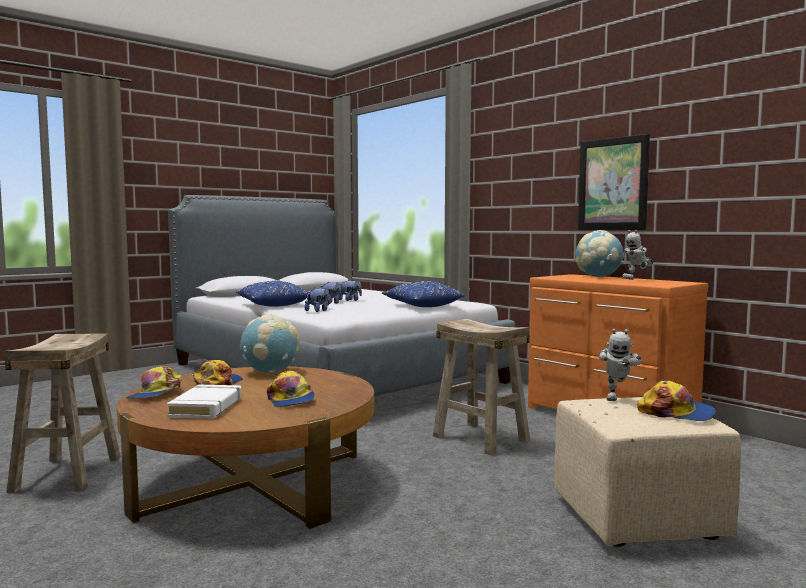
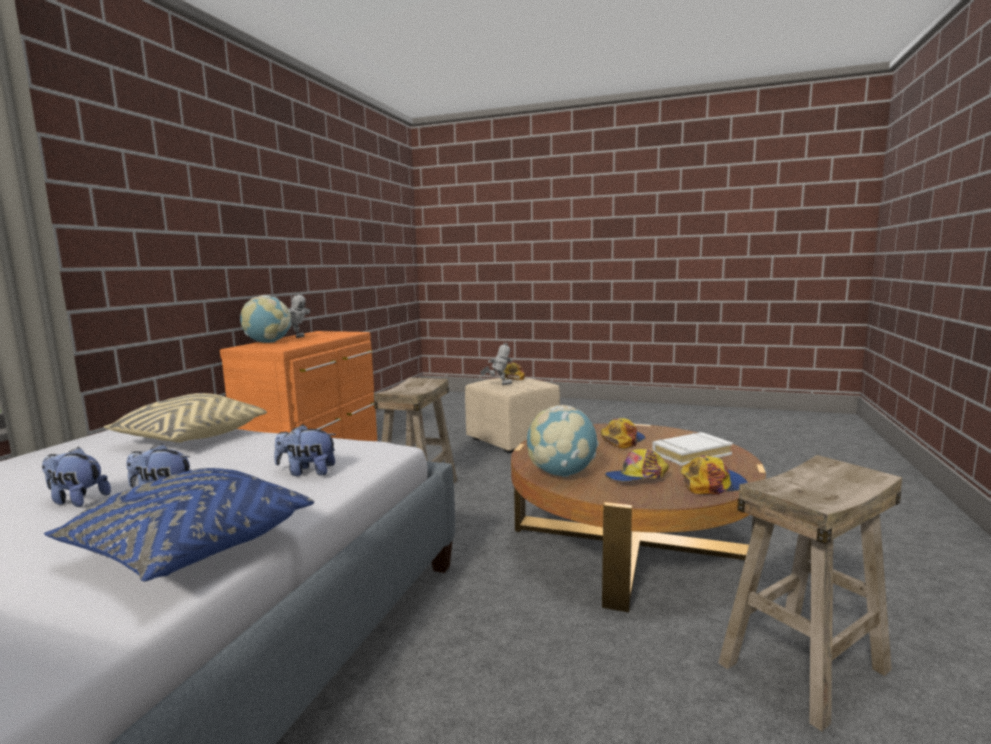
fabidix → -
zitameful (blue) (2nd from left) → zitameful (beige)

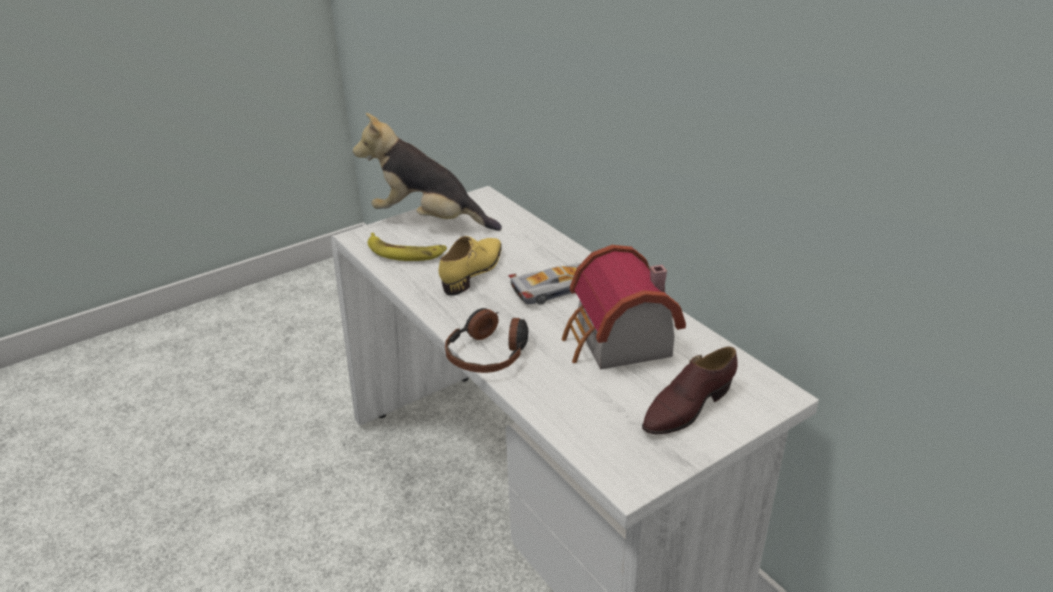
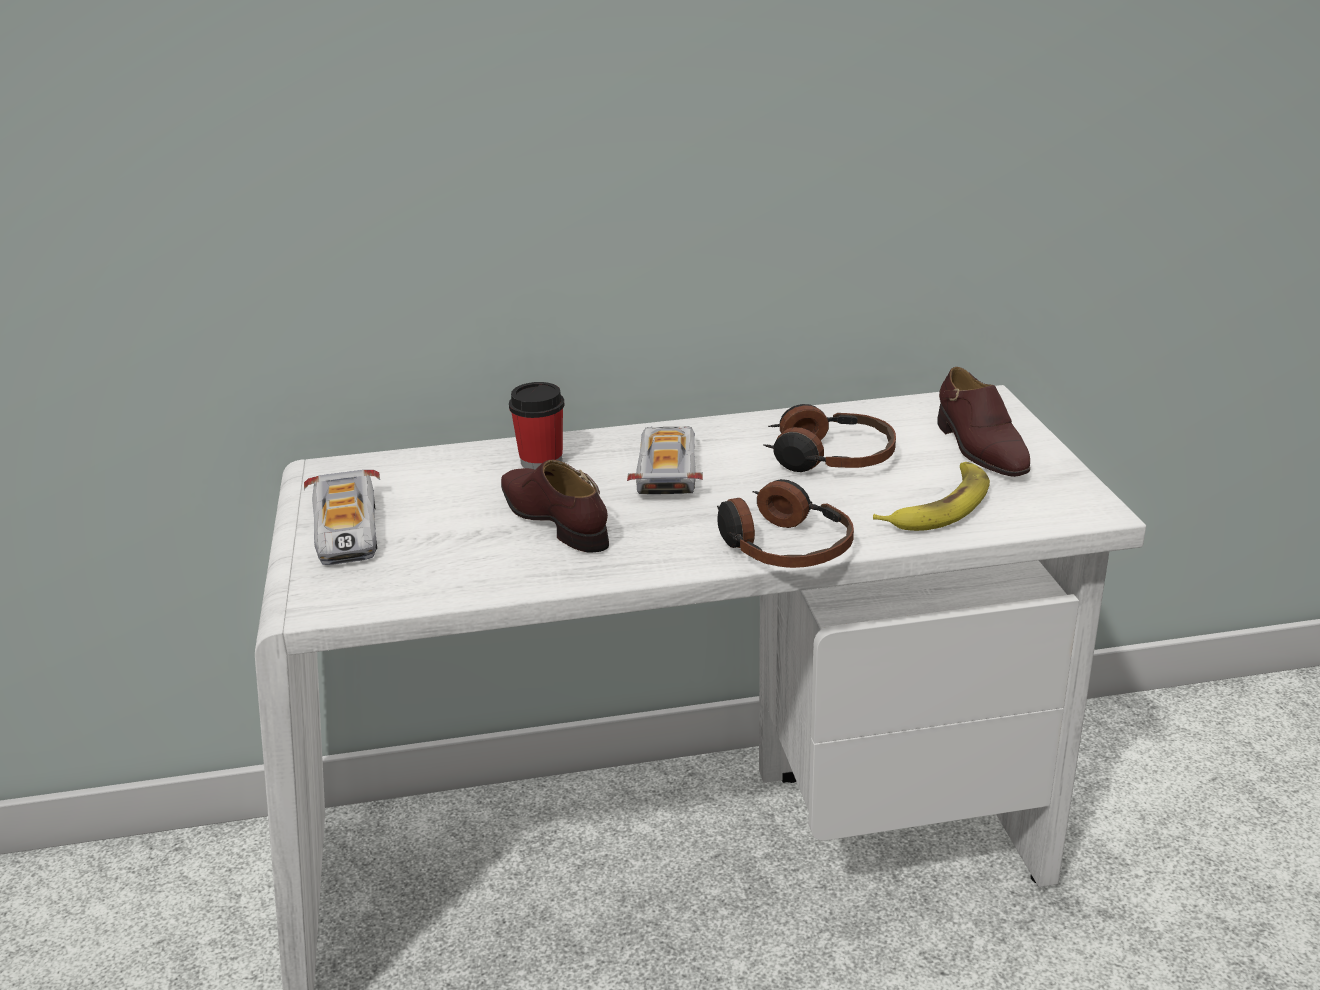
- → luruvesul
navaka, moved
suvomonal → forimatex (1st from left)
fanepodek → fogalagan (2nd from left)
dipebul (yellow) → dipebul (brown) (1st from left)

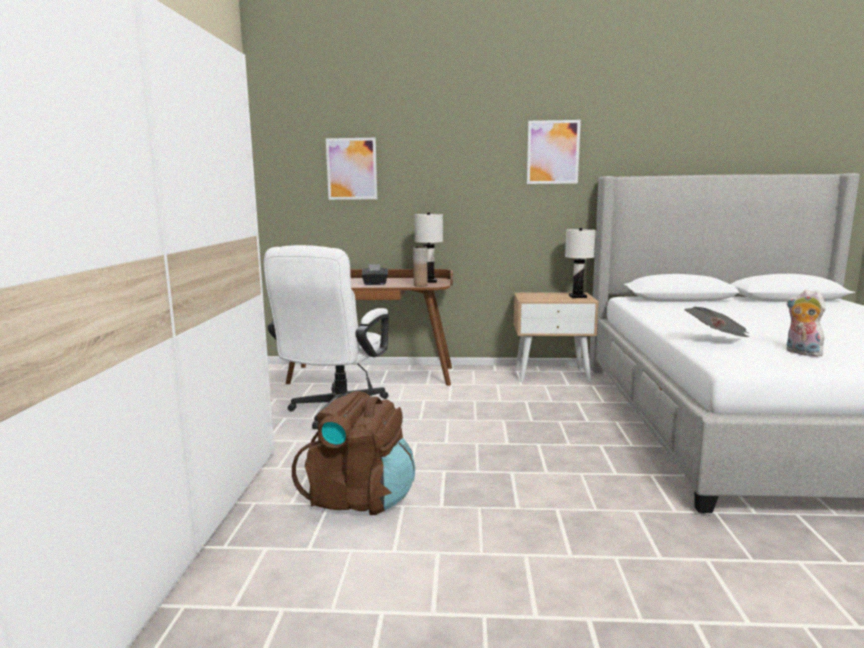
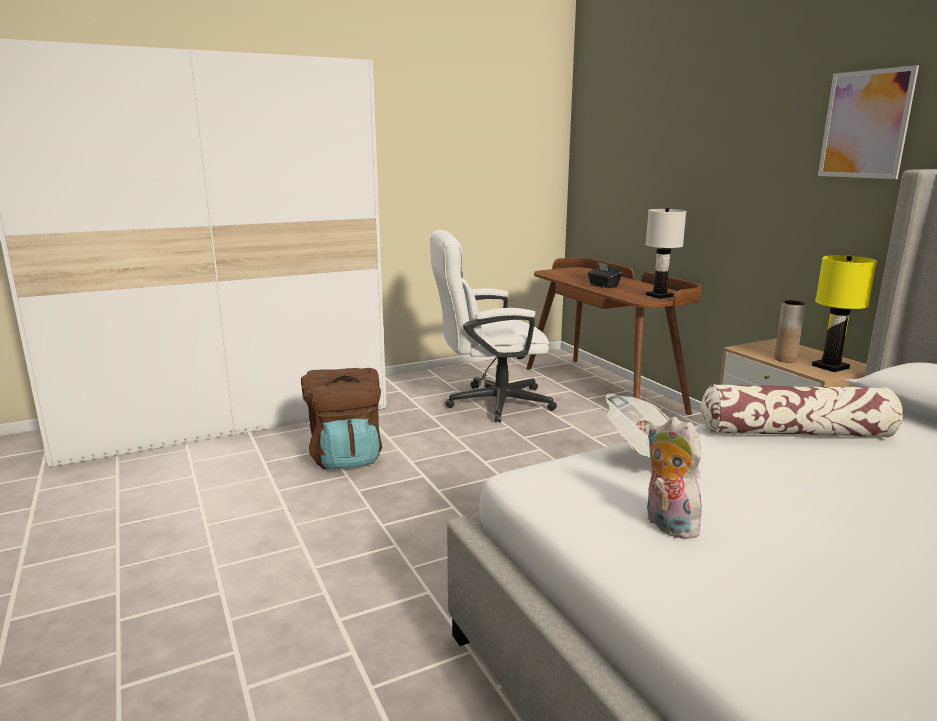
fabidix (1st from left) → -
- → zitameful
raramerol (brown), moved
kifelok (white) (2nd from left) → kifelok (yellow)
suvomonal, 60 degrees counterclockwise

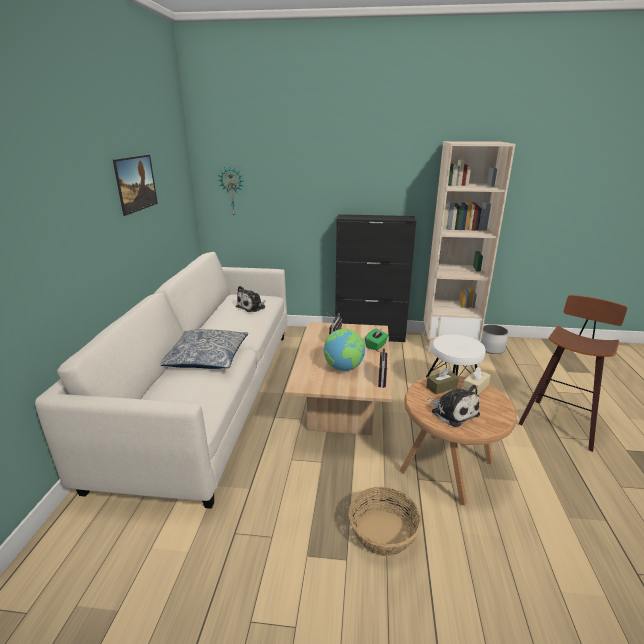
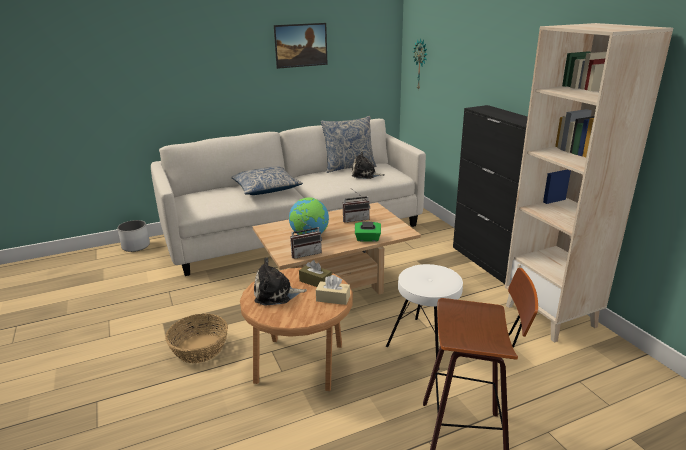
- → zitameful (2nd from left)
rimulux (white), moved
suvomonal (2nd from left in the first image) → suvomonal (1st from left), 60 degrees clockwise

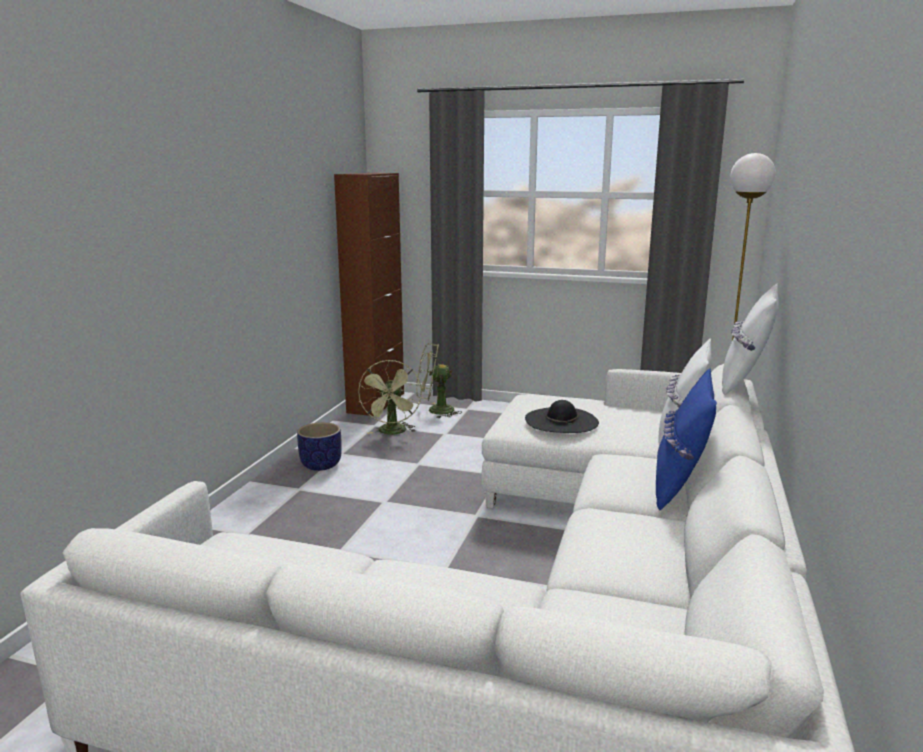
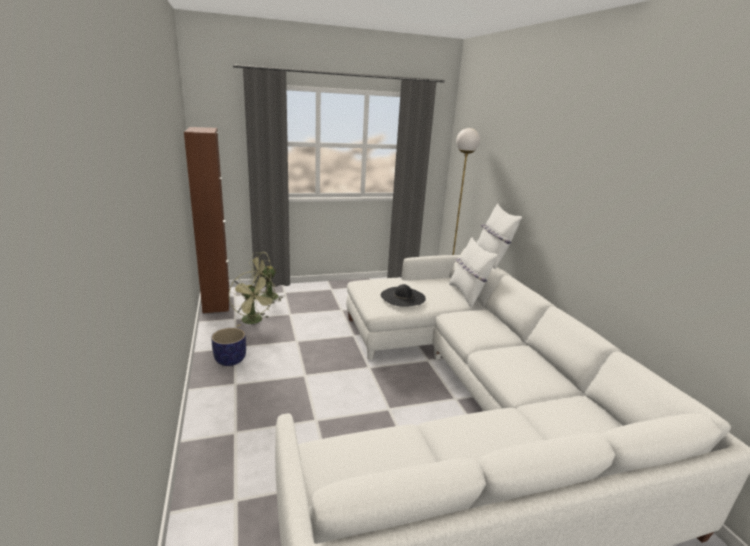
zitameful (blue) → -

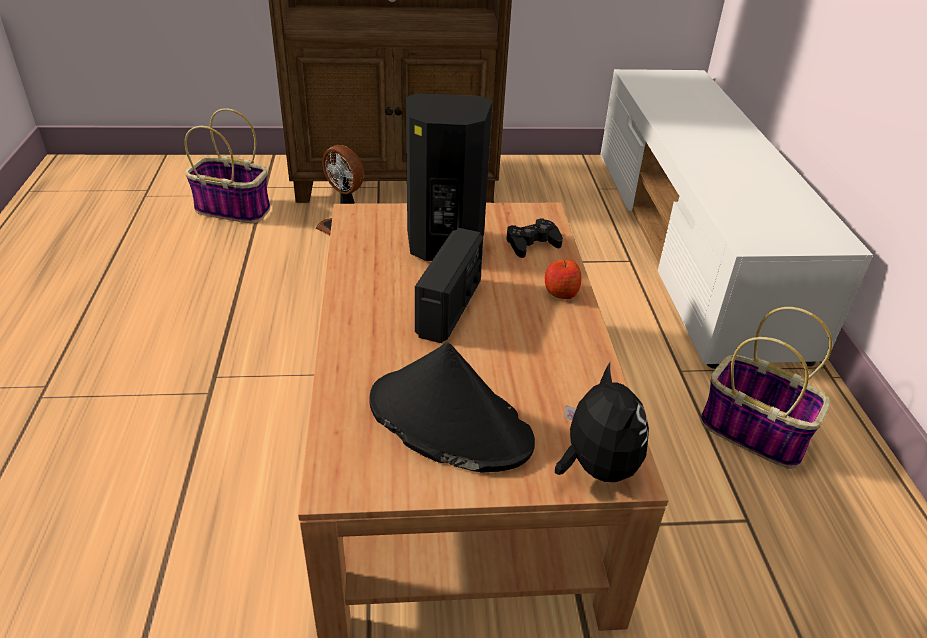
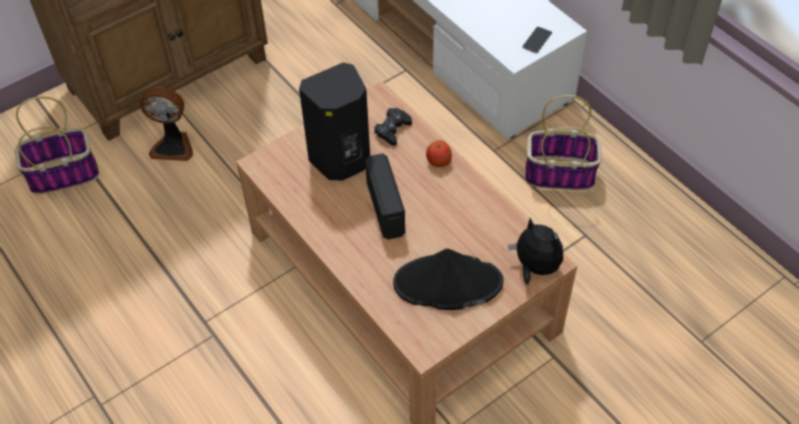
- → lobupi

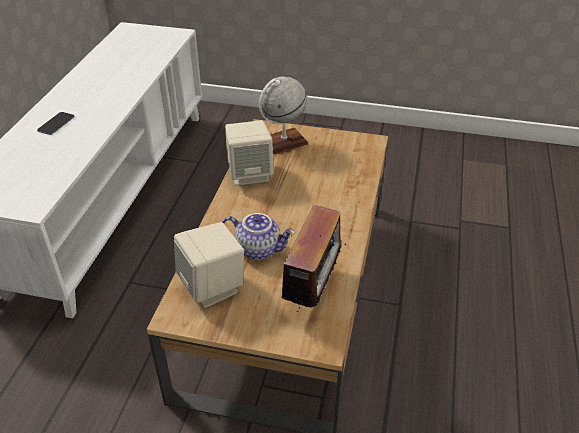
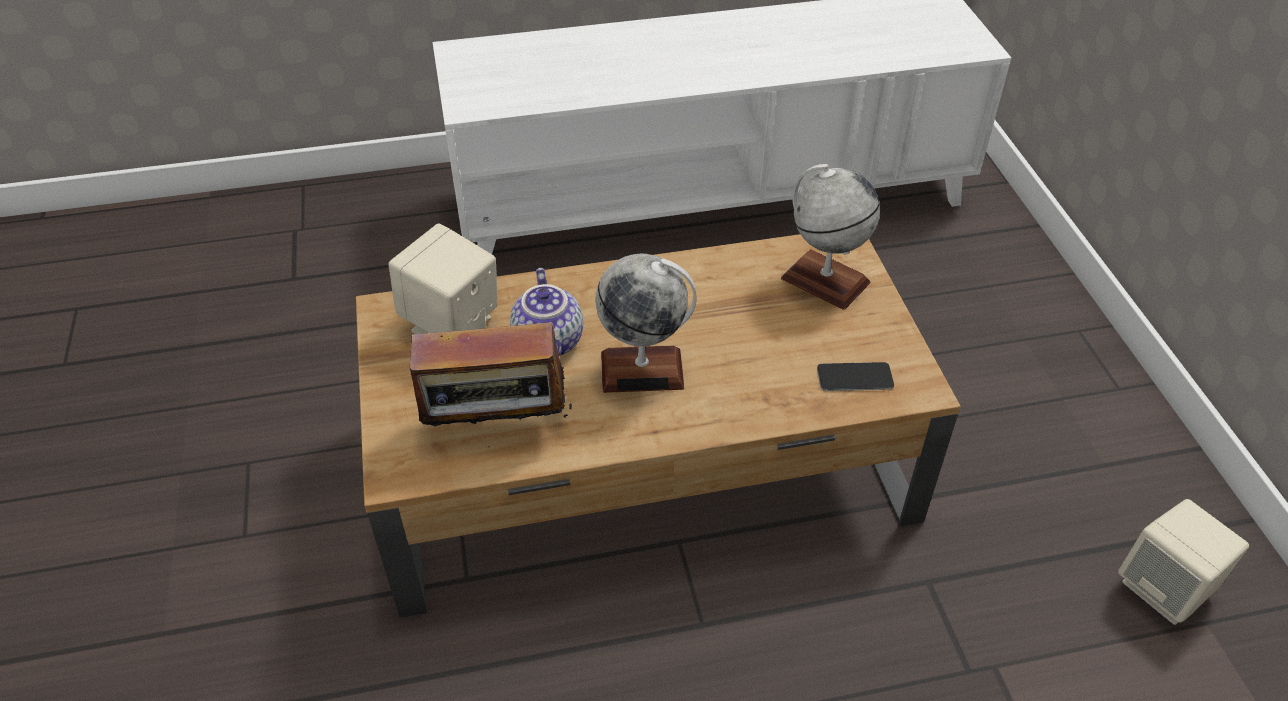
- → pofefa (1st from left)
lobupi, moved
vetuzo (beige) (2nd from left), moved

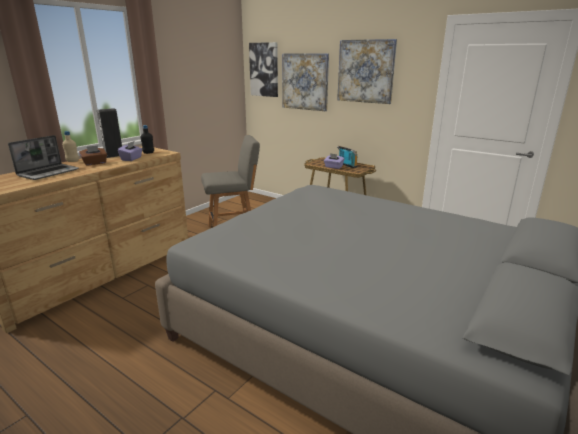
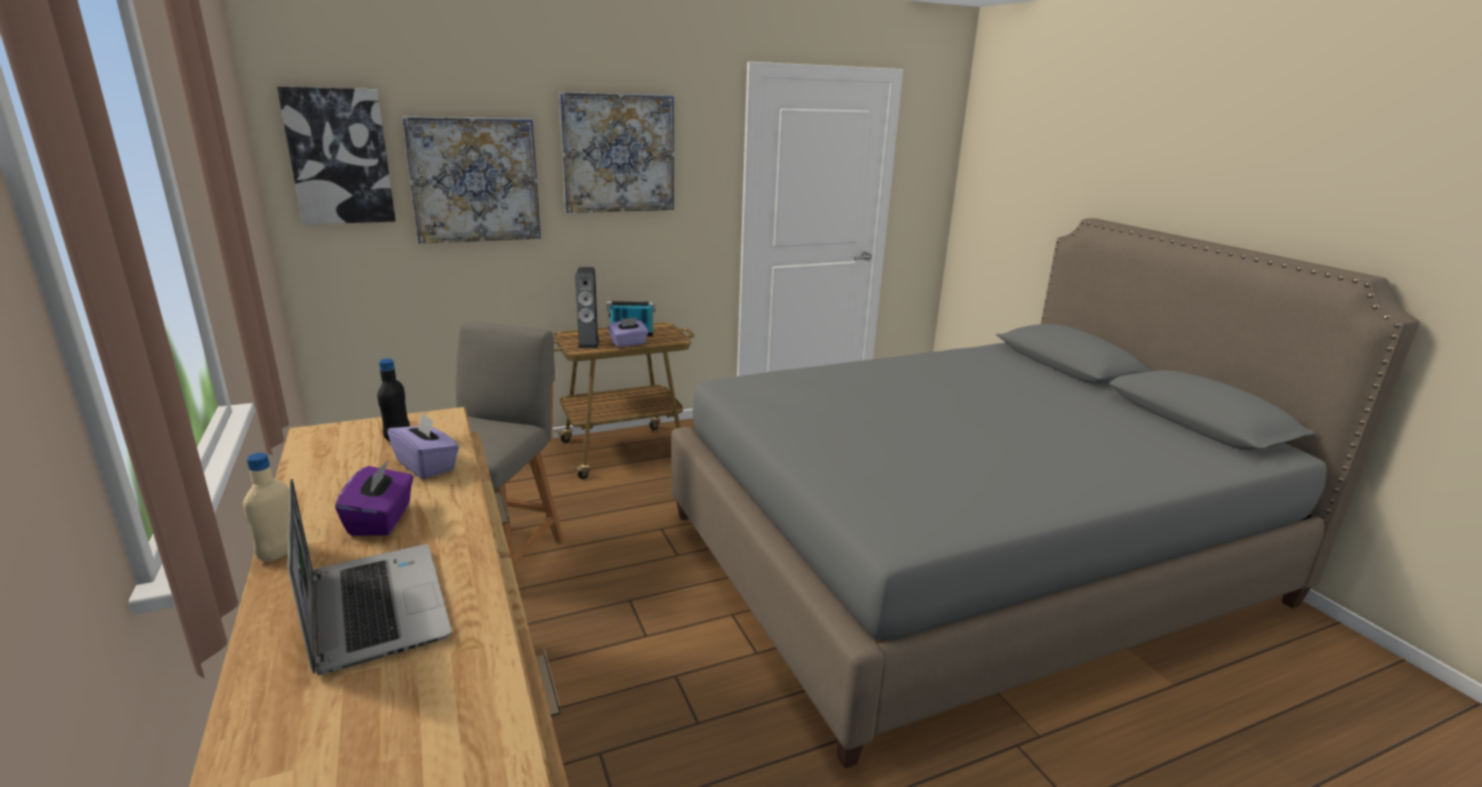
vetuzo, moved
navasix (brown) → navasix (purple) (1st from left)

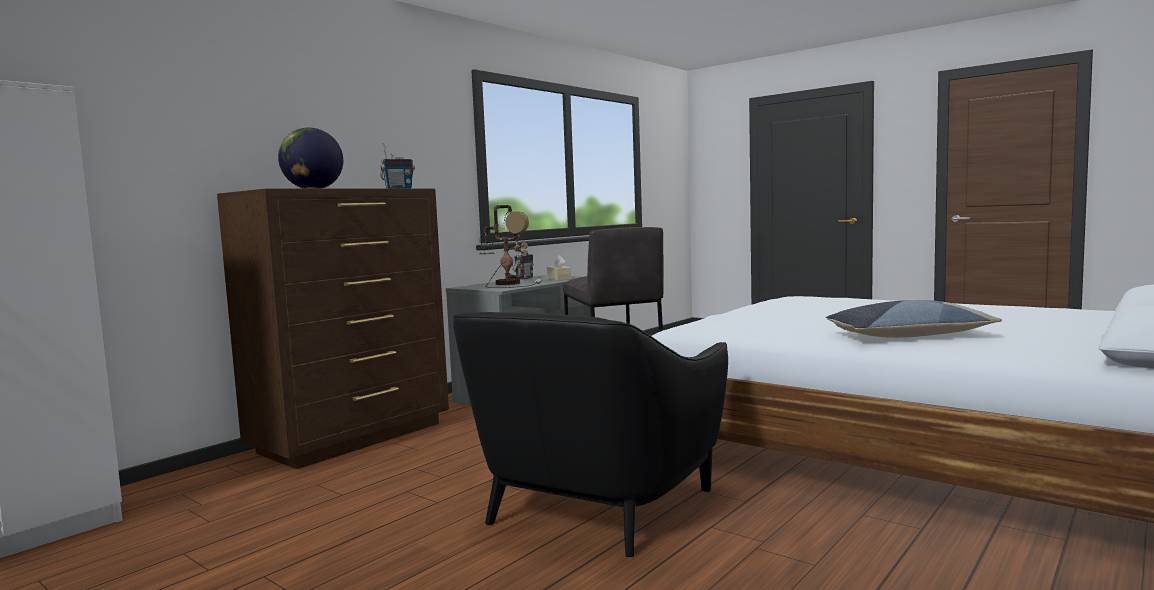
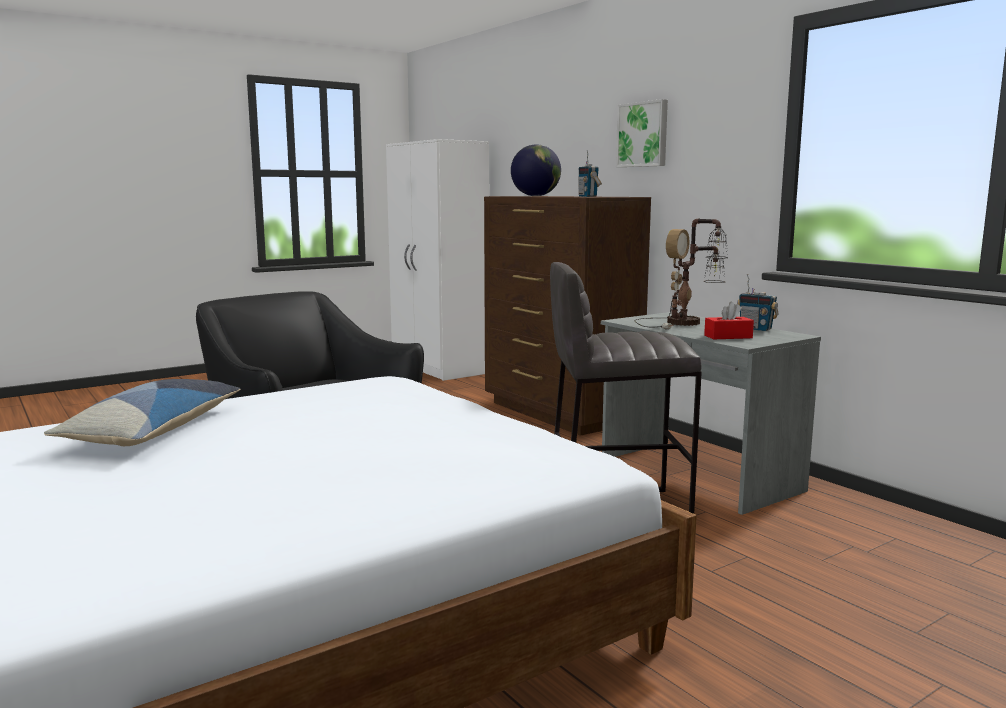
- → fabidix
navasix (beige) → navasix (red)

